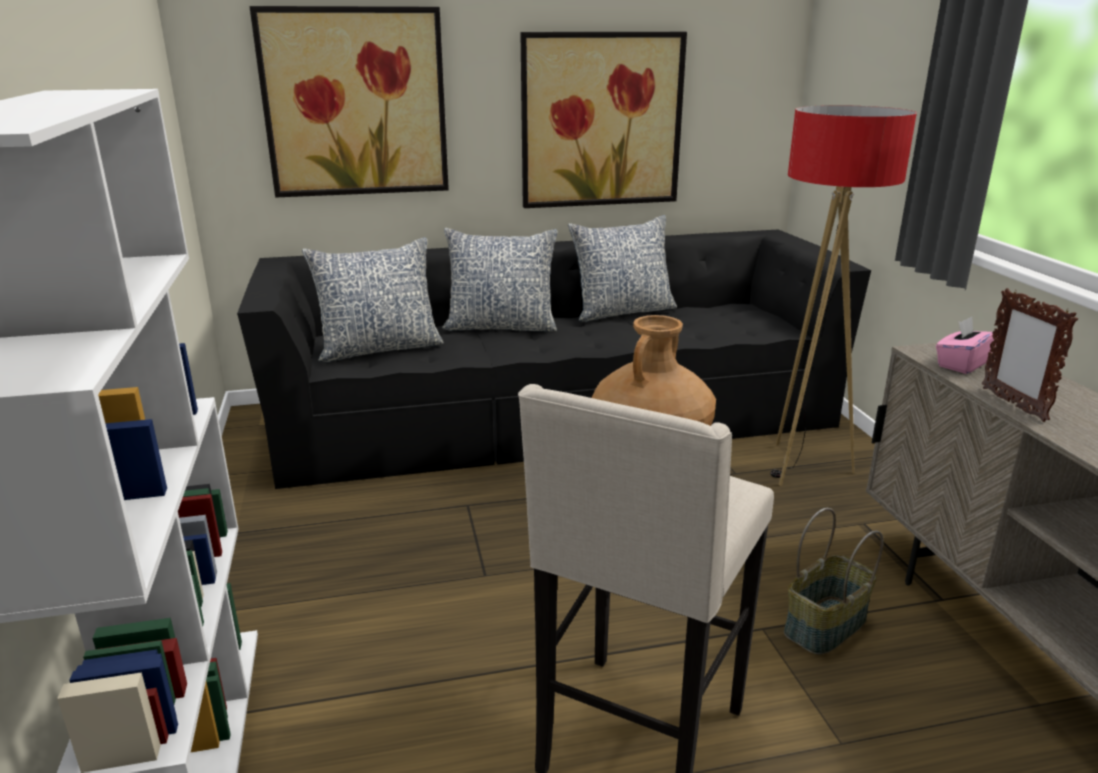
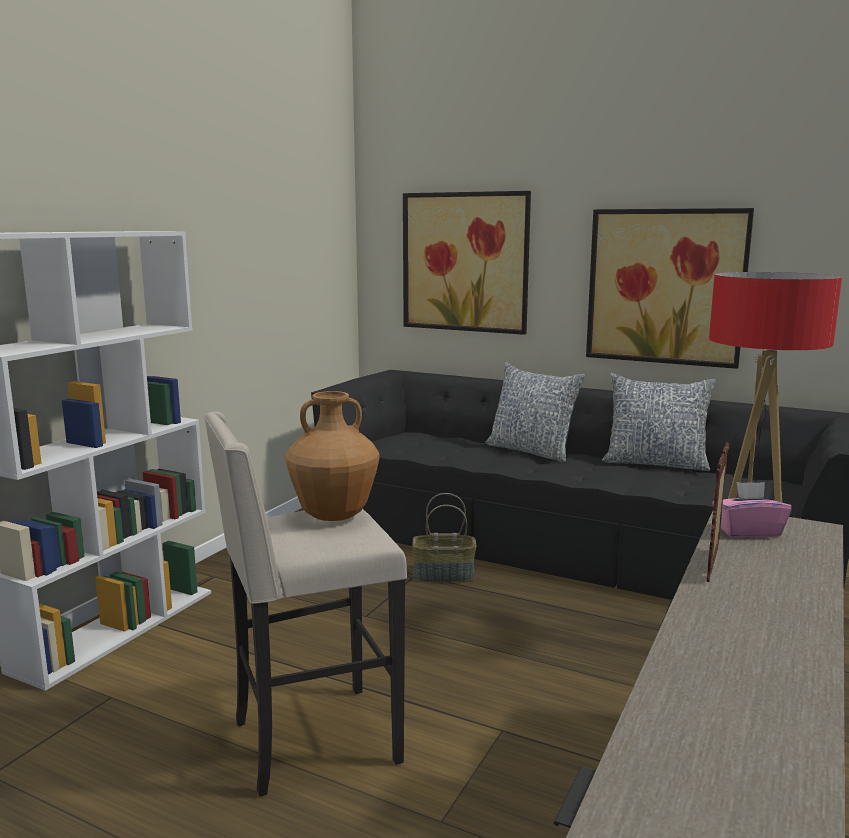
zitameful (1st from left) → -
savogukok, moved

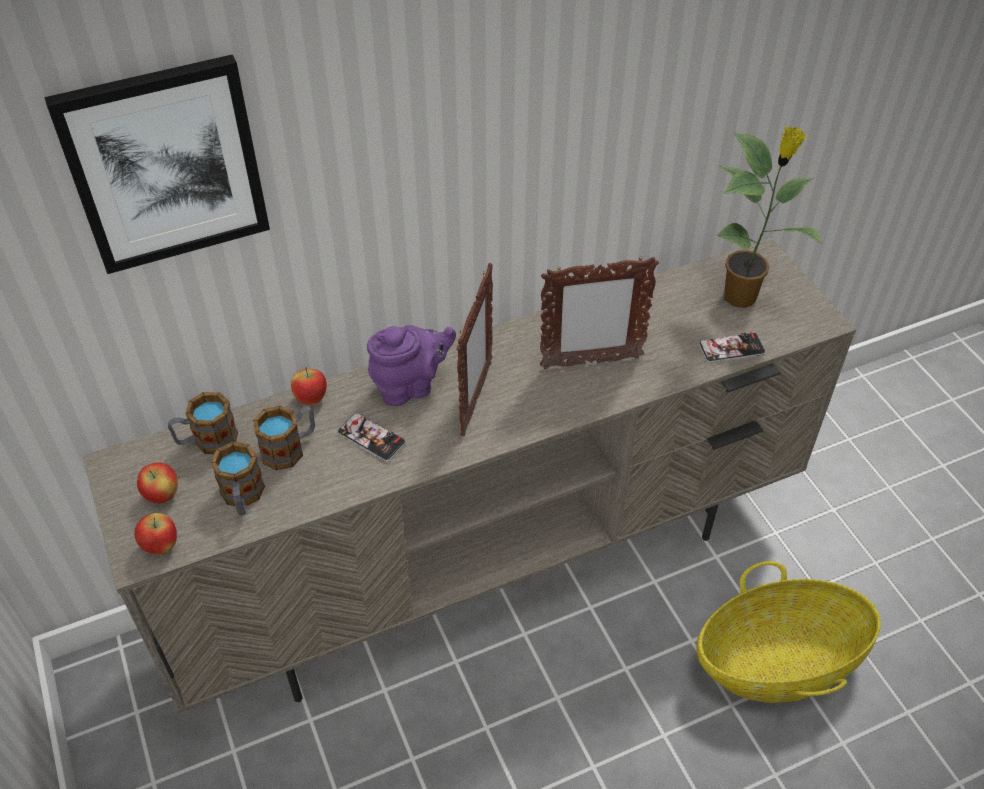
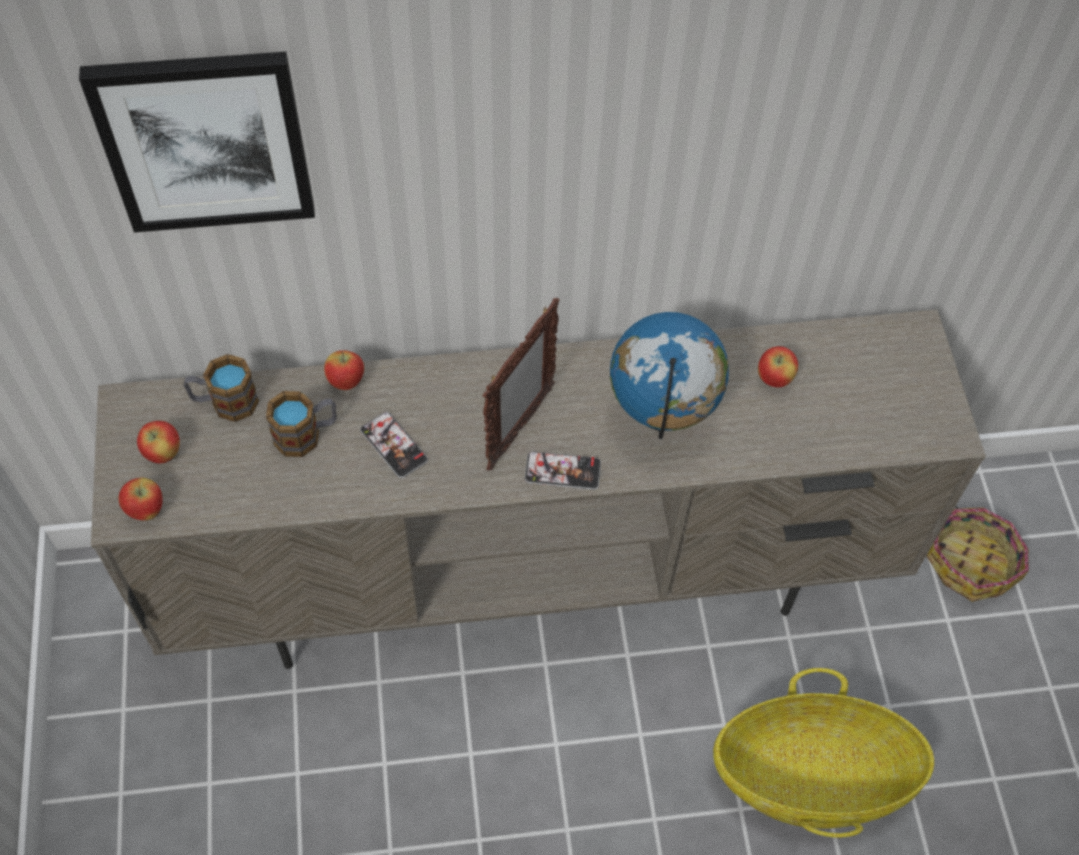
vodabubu (2nd from left) → -
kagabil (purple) → -
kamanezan → -
- → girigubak (4th from left)
- → savogukok (2nd from left)
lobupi (2nd from left), moved
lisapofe (2nd from left) → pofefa

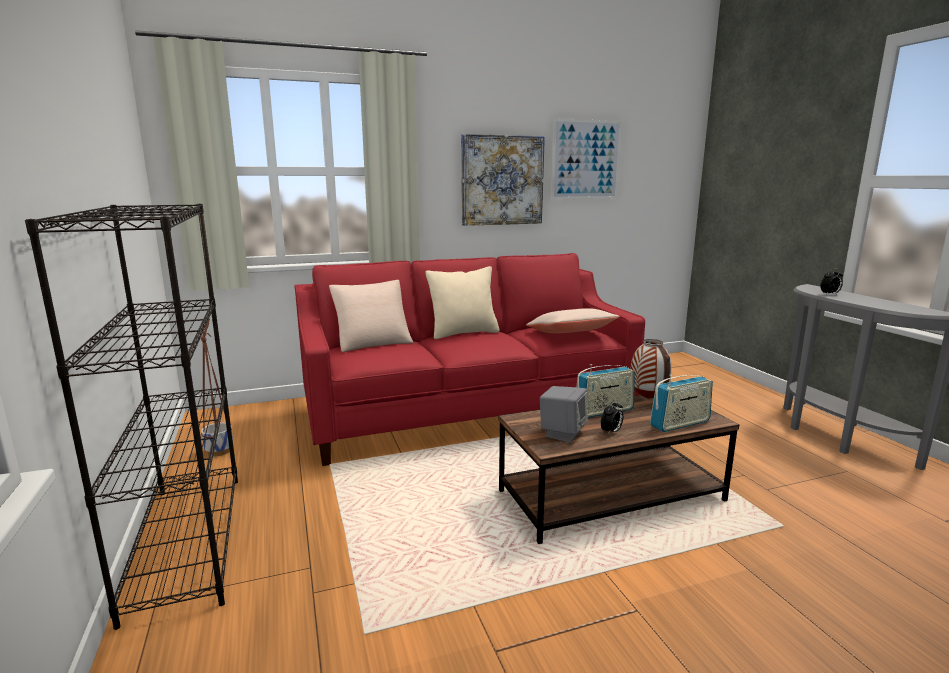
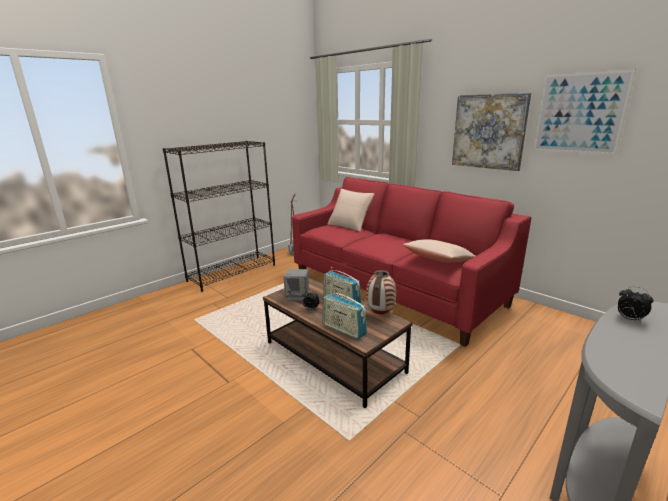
zitameful (beige) (2nd from left) → -

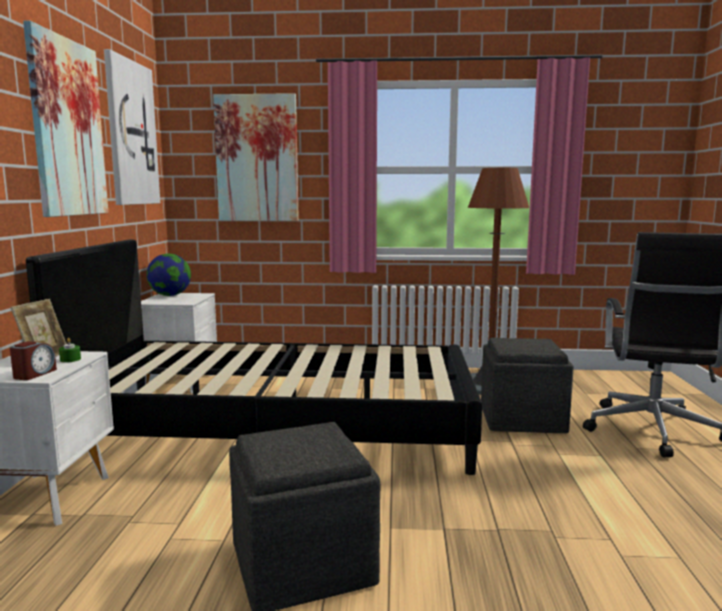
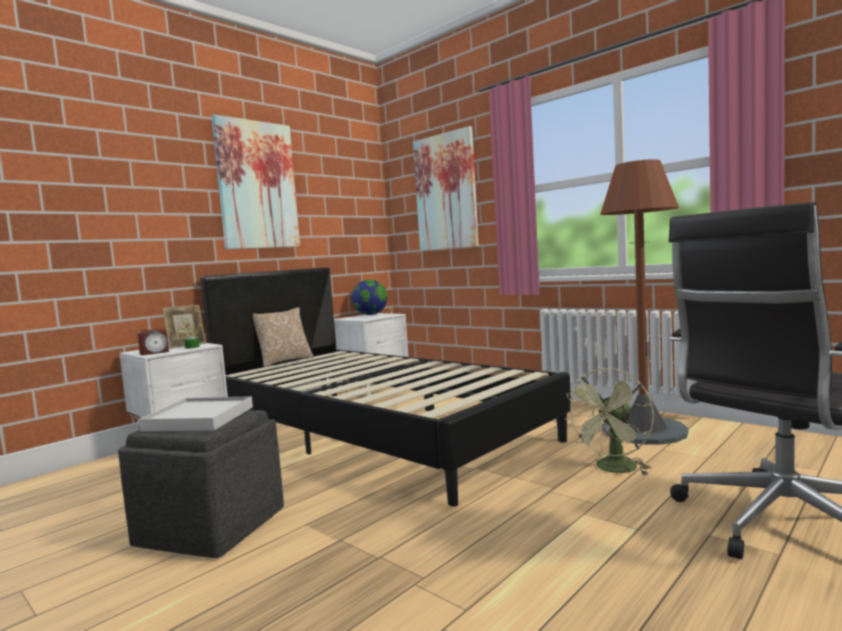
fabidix (2nd from left) → -
- → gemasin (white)
- → zitameful
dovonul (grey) (2nd from left) → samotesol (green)

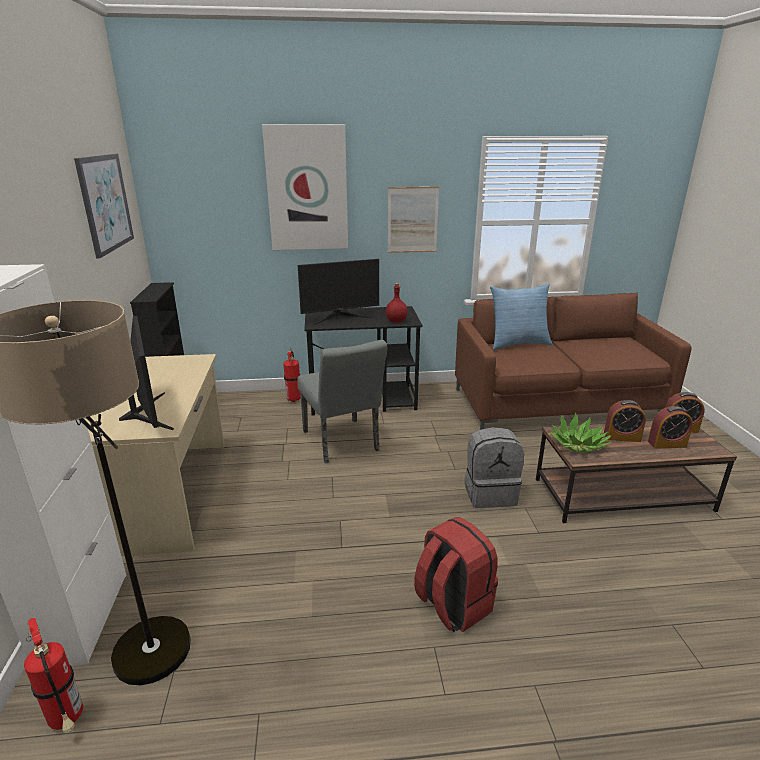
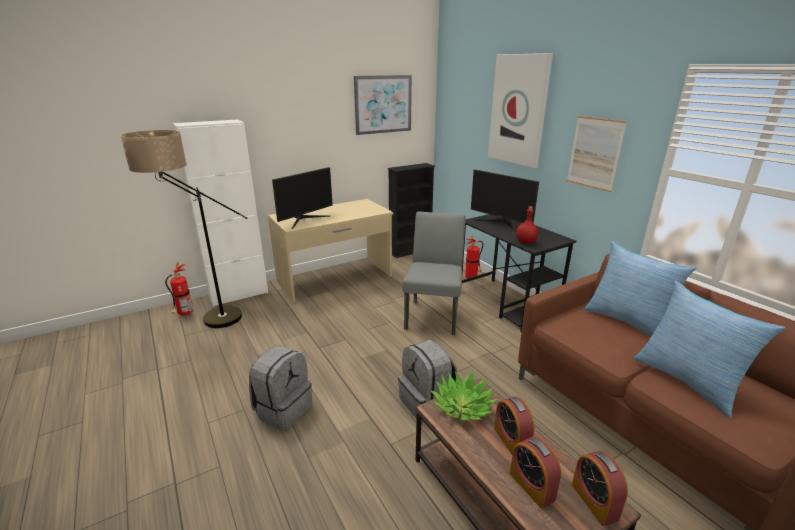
- → zitameful (2nd from left)
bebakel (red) → bebakel (grey) (1st from left)
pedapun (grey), 150 degrees clockwise

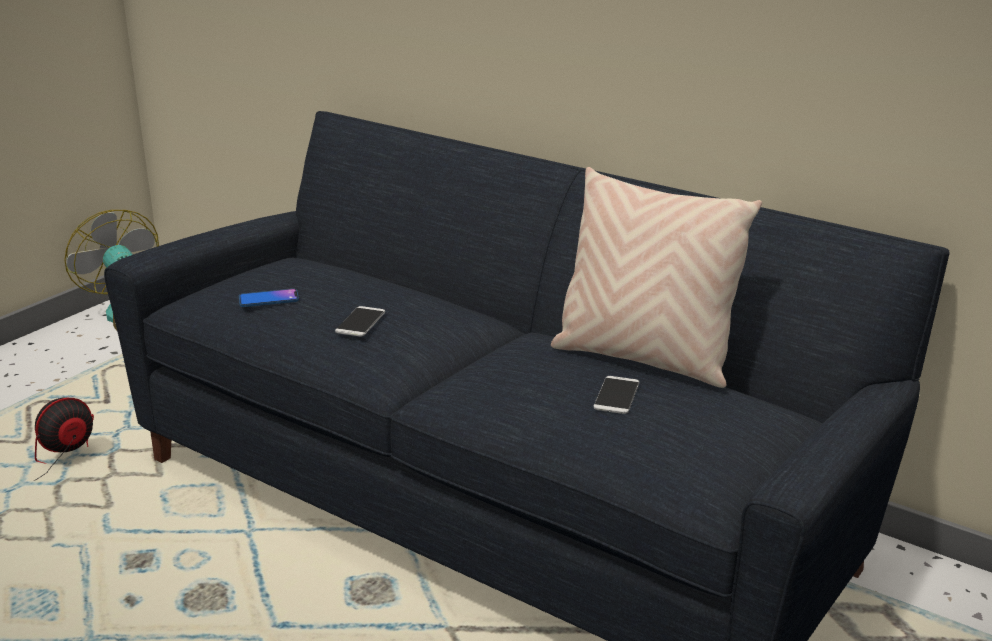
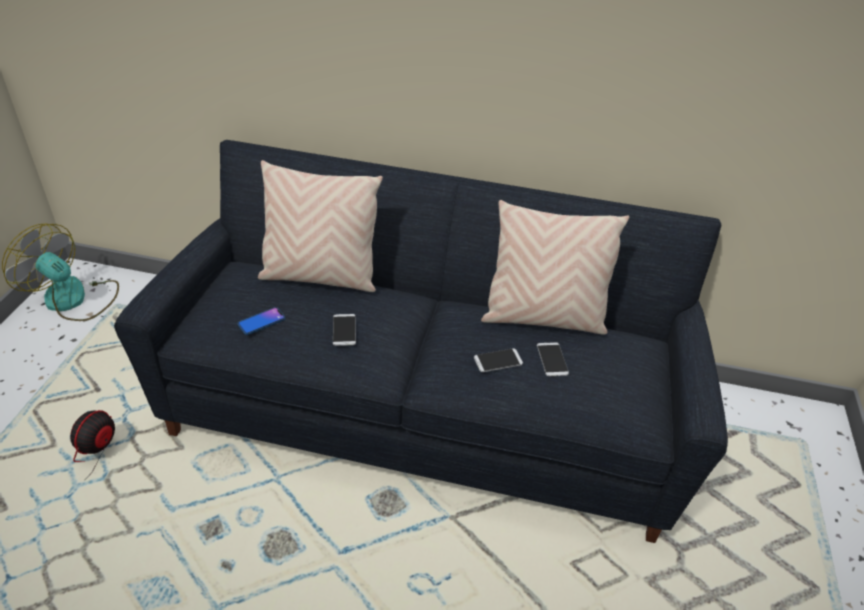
- → zitameful (beige) (1st from left)
- → lobupi (3rd from left)

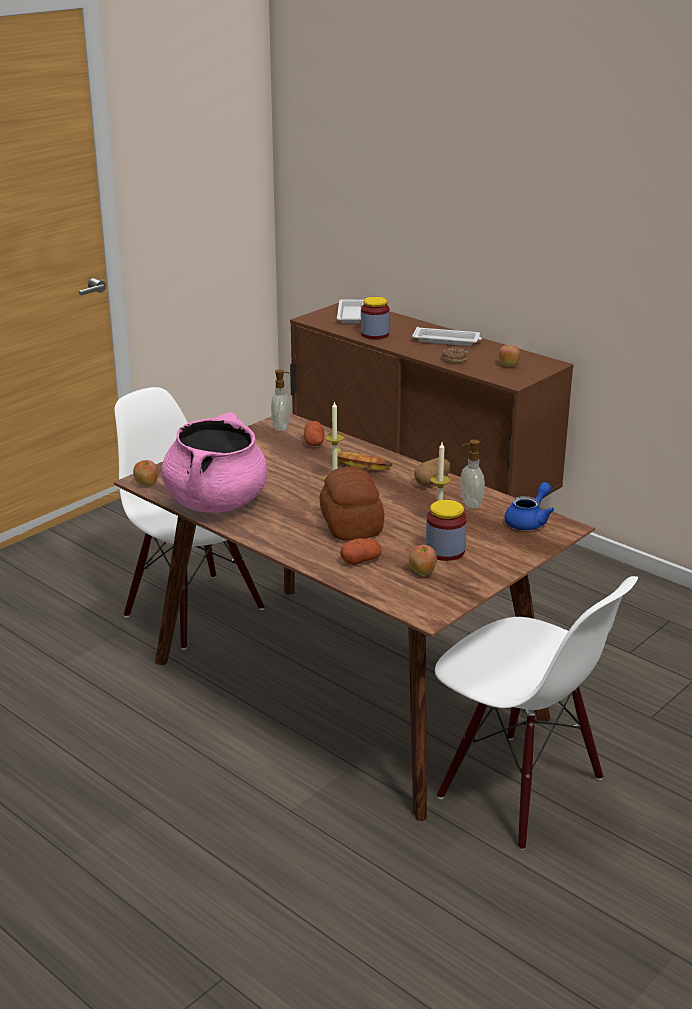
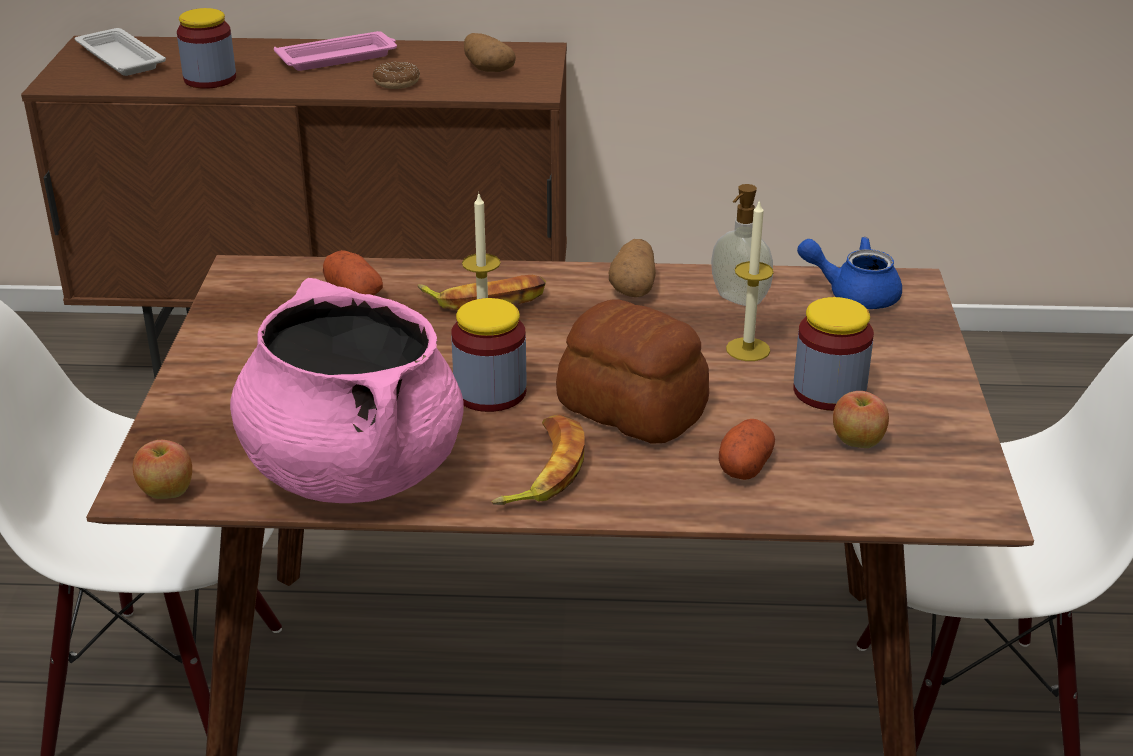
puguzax (1st from left) → -
- → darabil (2nd from left)
- → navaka (2nd from left)
girigubak (3rd from left) → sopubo (2nd from left)
gemasin (white) (2nd from left) → gemasin (pink)
kagabil (blue), 75 degrees counterclockwise

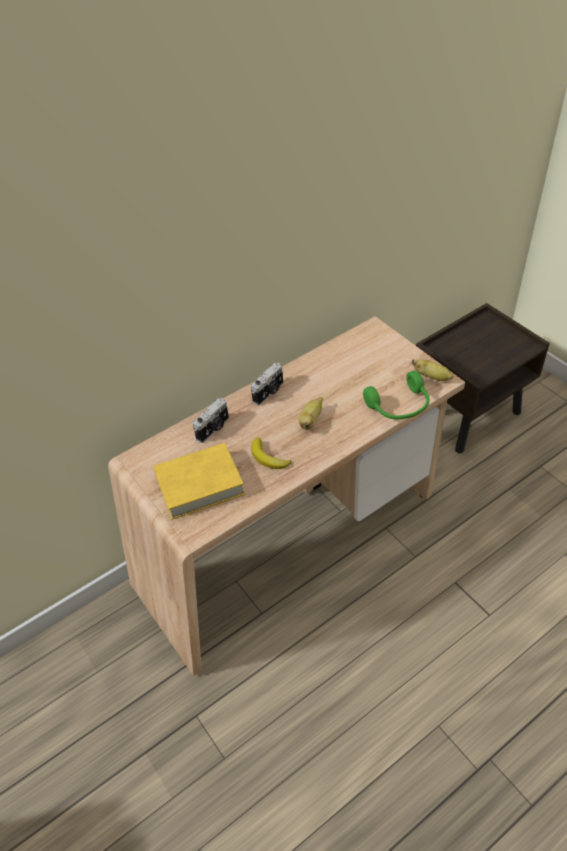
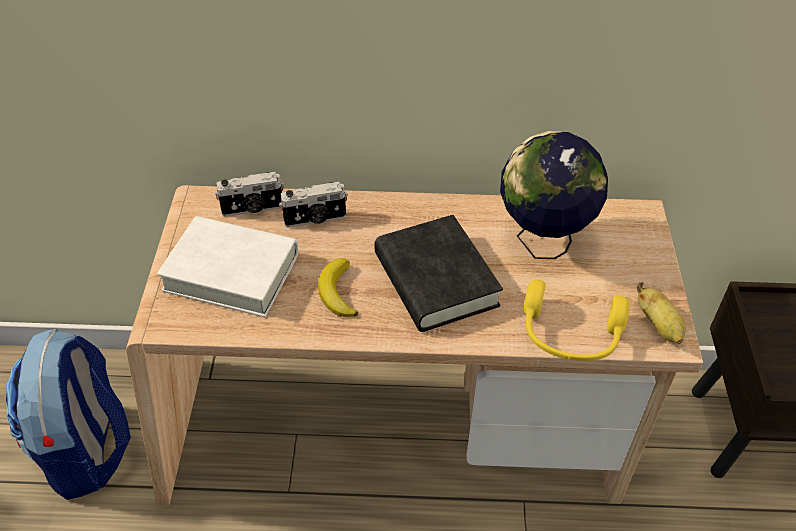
- → bebakel
- → pofefa
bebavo (2nd from left in the first image) → bebavo (1st from left), moved
navaka (2nd from left) → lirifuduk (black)
lirifuduk (yellow) → lirifuduk (white)
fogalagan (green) → fogalagan (yellow)

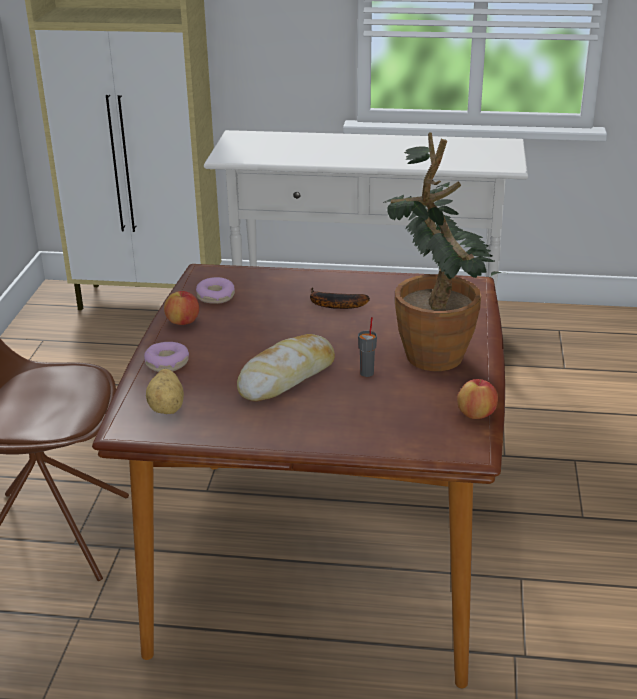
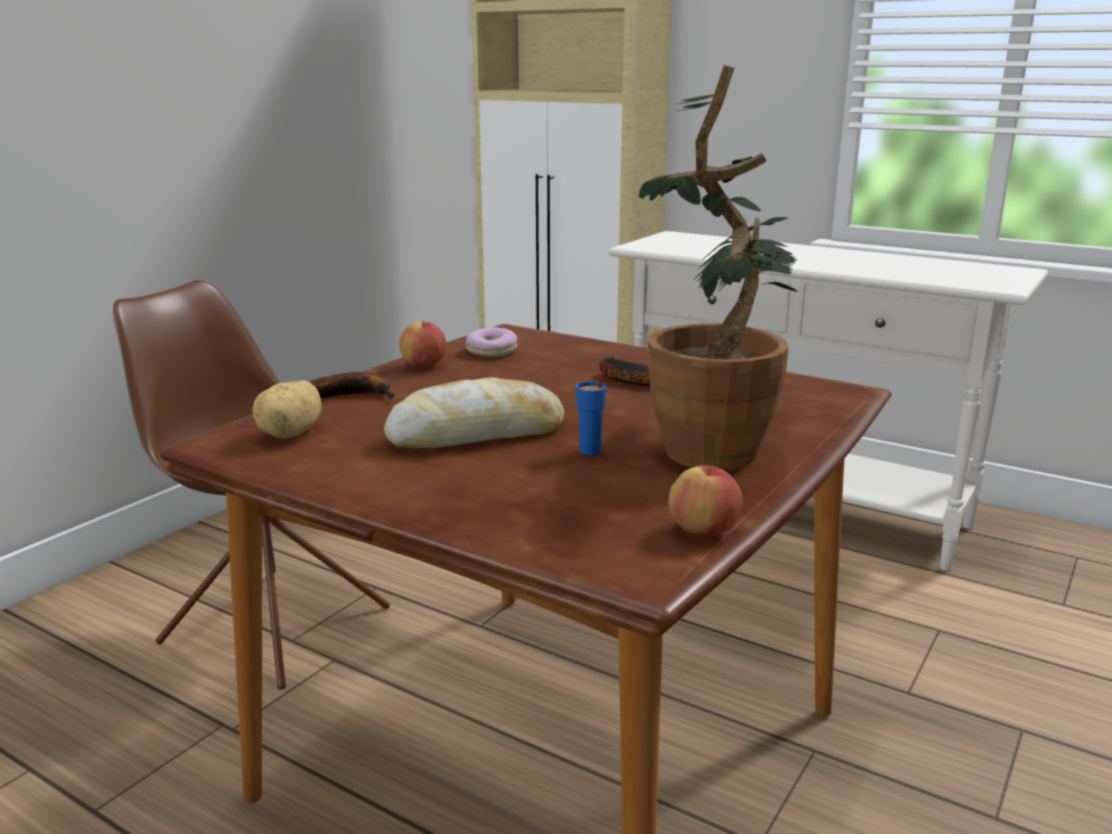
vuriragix (1st from left) → navaka (1st from left)
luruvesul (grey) → luruvesul (blue)

